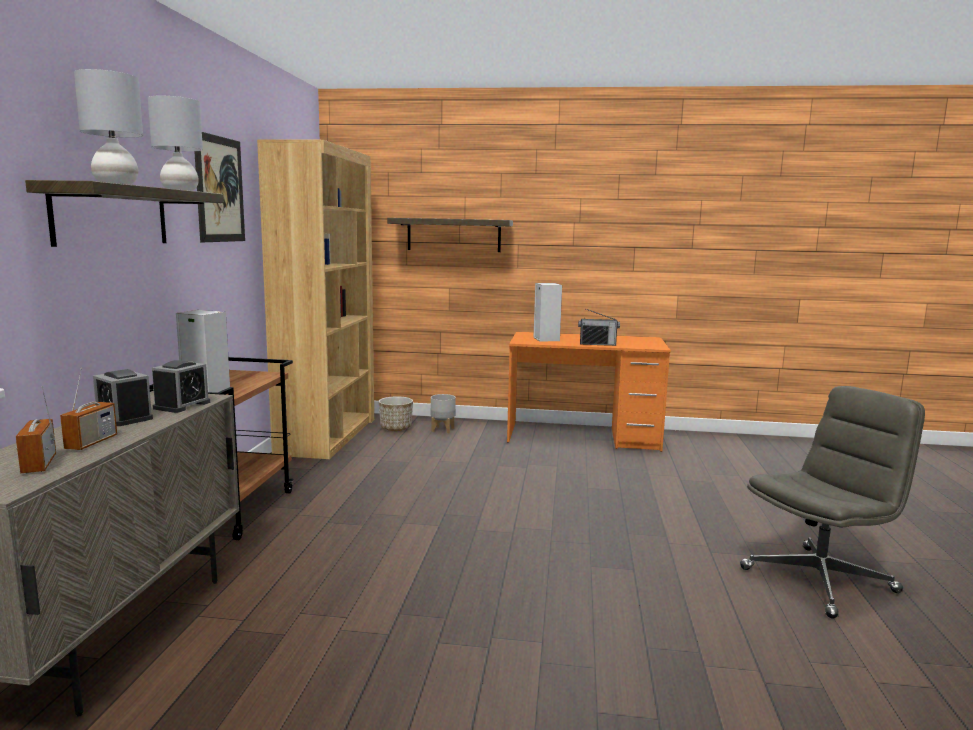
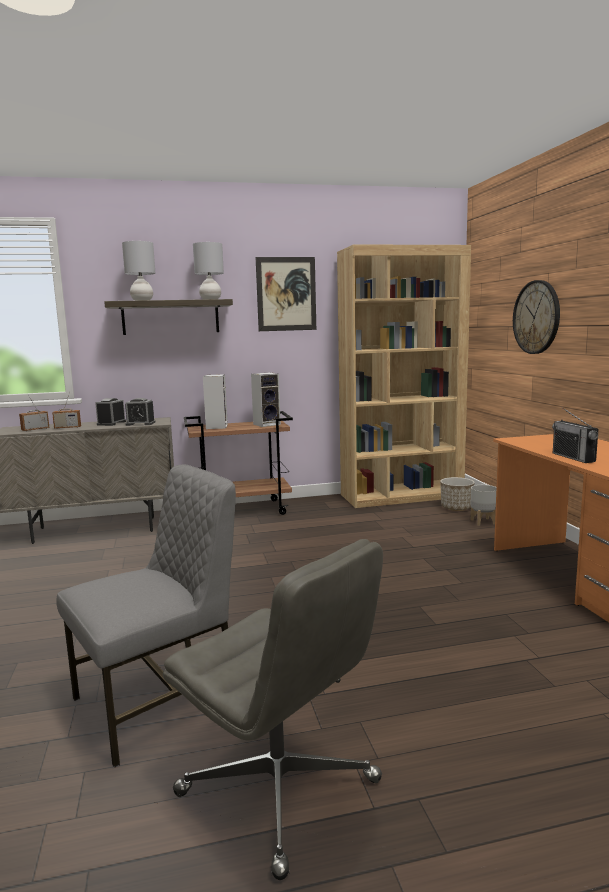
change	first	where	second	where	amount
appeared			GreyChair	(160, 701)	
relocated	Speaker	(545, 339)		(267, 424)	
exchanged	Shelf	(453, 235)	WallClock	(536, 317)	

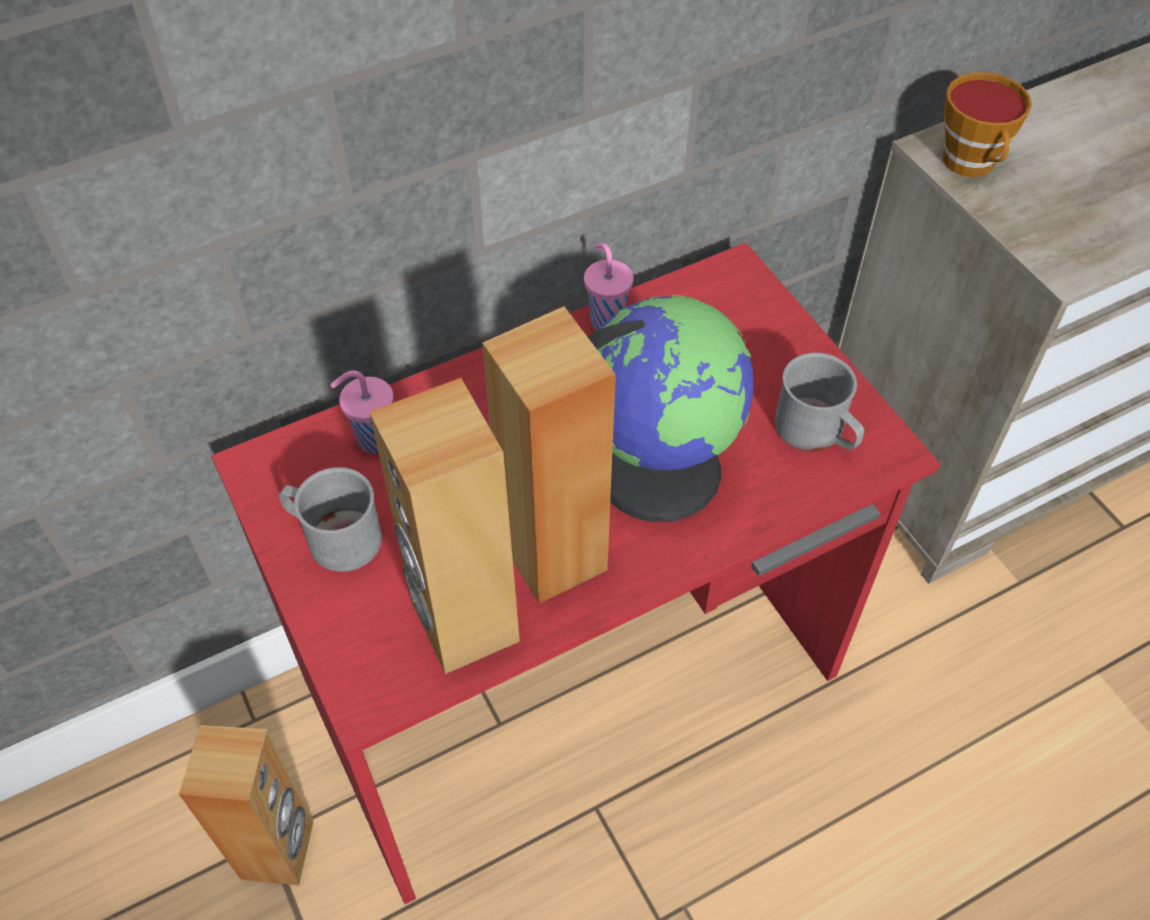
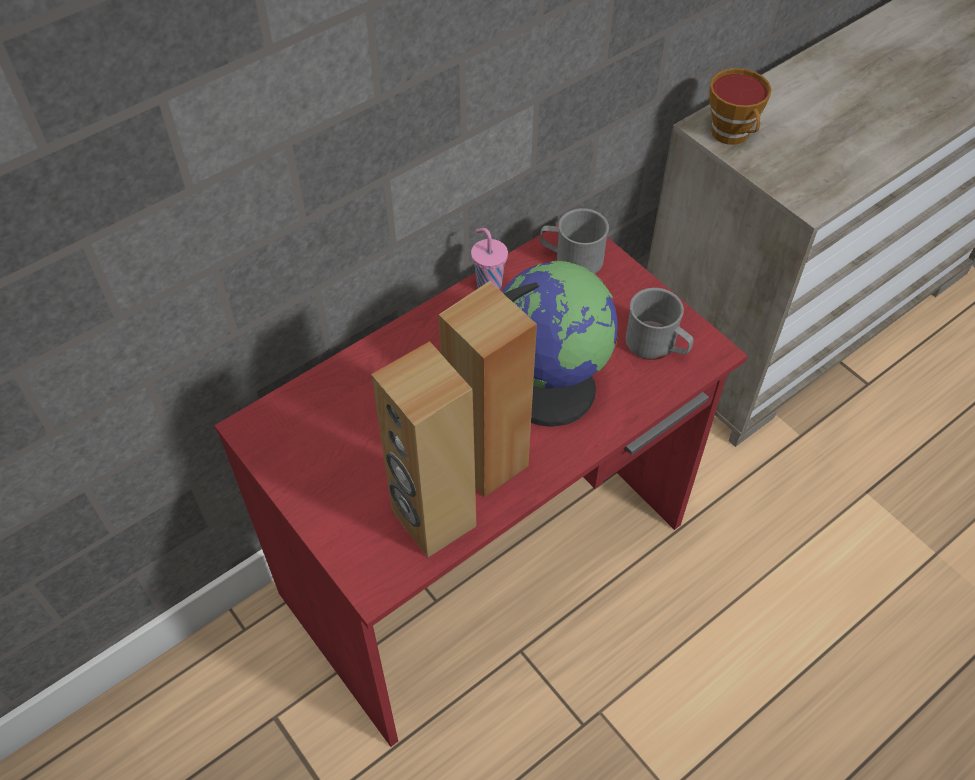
change	first	where	second	where	amount
relocated	GreyMug	(334, 536)		(571, 258)	
missing	BrownSpeaker	(279, 850)			
missing	PinkCup	(373, 440)			

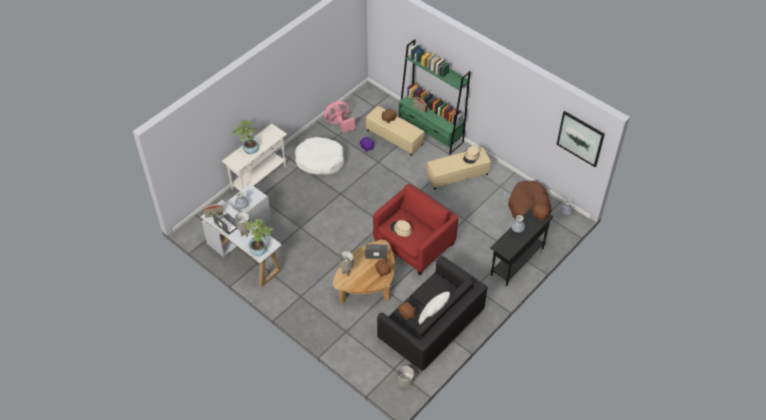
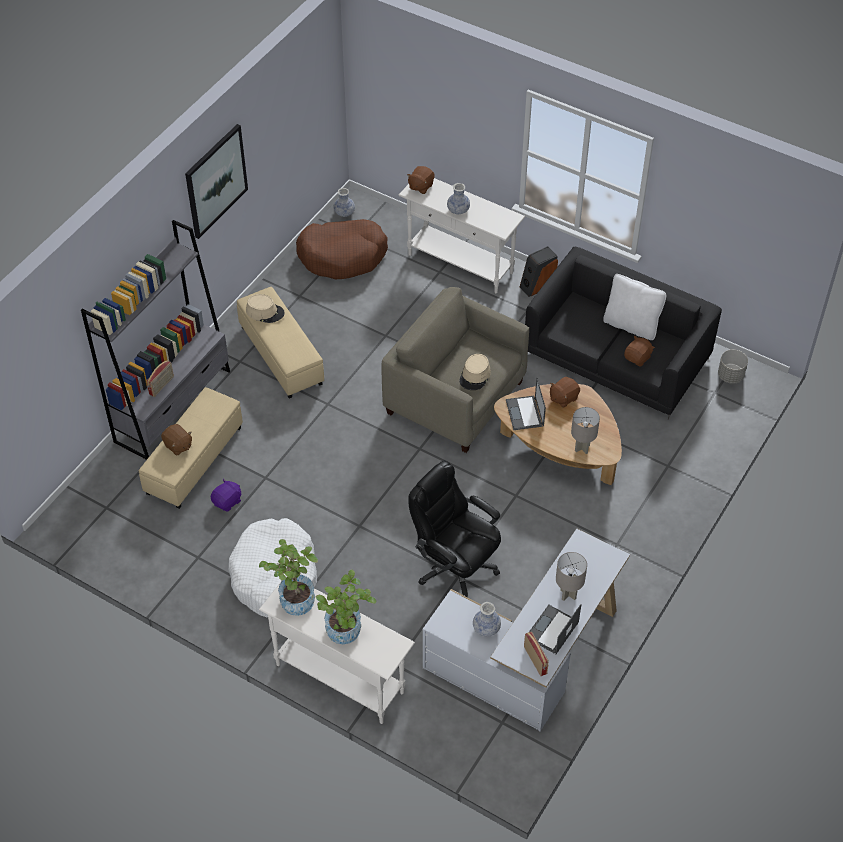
change	first	where	second	where	amount
colour	GreenBookcase	(430, 132)	GreyBookcase	(173, 406)	
relocated	Picture	(580, 138)		(216, 181)	
relocated	PottedPlant	(261, 249)		(294, 597)	
colour	RedArmchair	(414, 244)	BeigeArmchair	(455, 398)	
colour	BlackConsoleTable	(516, 261)	WhiteConsoleTable	(460, 264)	
appeared			BlackOfficeChair	(455, 566)	
appeared			Speaker	(537, 285)	
missing	PinkFan	(339, 123)			

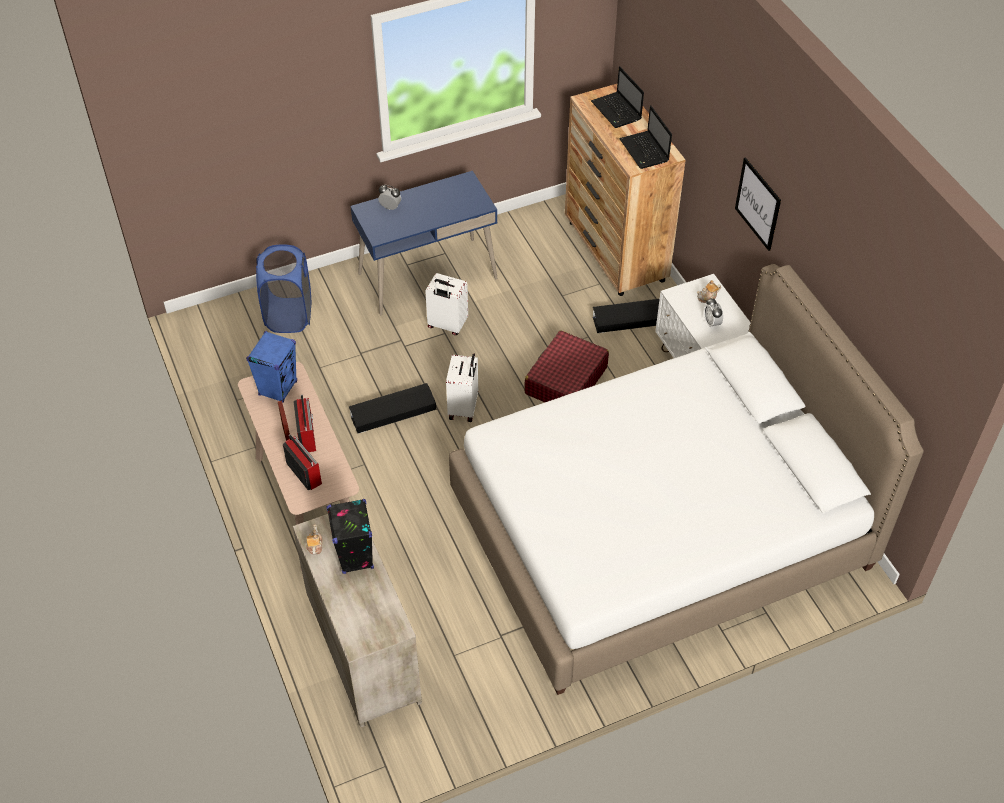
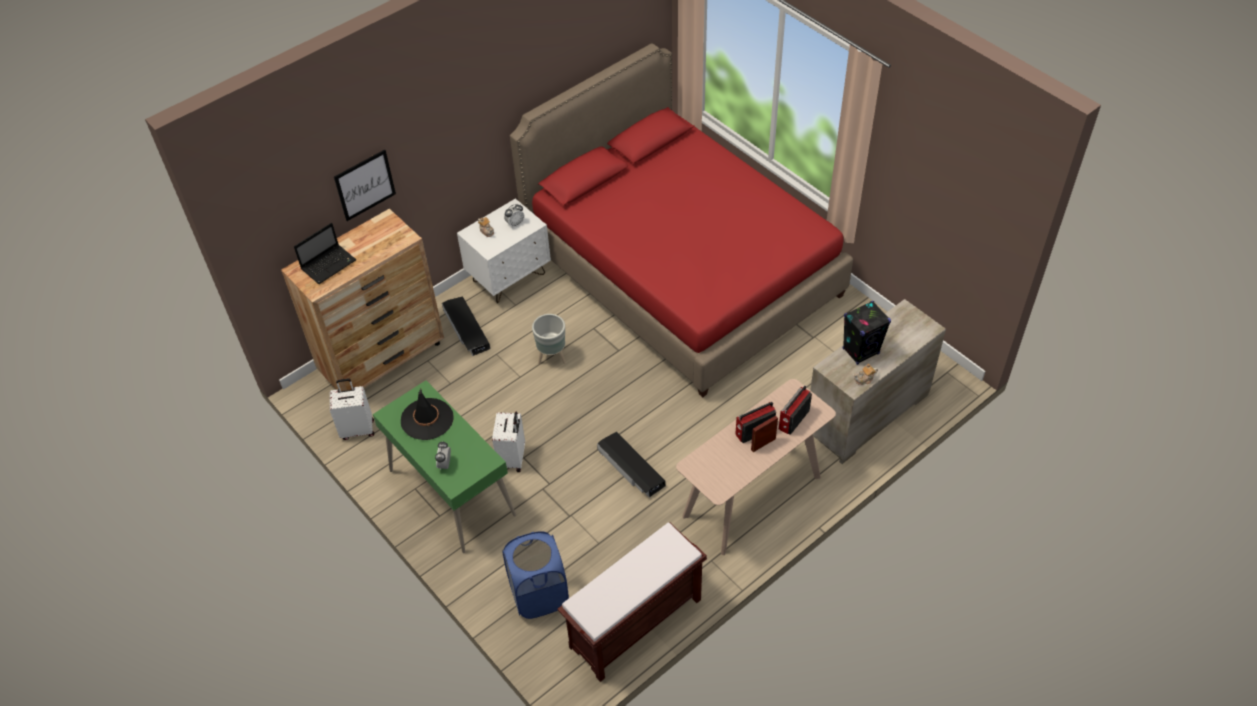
change	first	where	second	where	amount
relocated	WhiteSuitcase	(464, 408)		(357, 429)	
relocated	Picture	(758, 204)		(365, 185)	
colour	BlueDesk	(427, 276)	GreenDesk	(451, 493)	
appeared			BlackHat	(427, 419)	
colour	WhiteBed	(659, 531)	RedBed	(681, 270)	
exchanged	RedSuitcase	(565, 381)	GreyPlanter	(552, 357)	
appeared			BrownBench	(635, 624)	
missing	BlueSpeaker	(278, 388)			
missing	Laptop	(645, 151)			

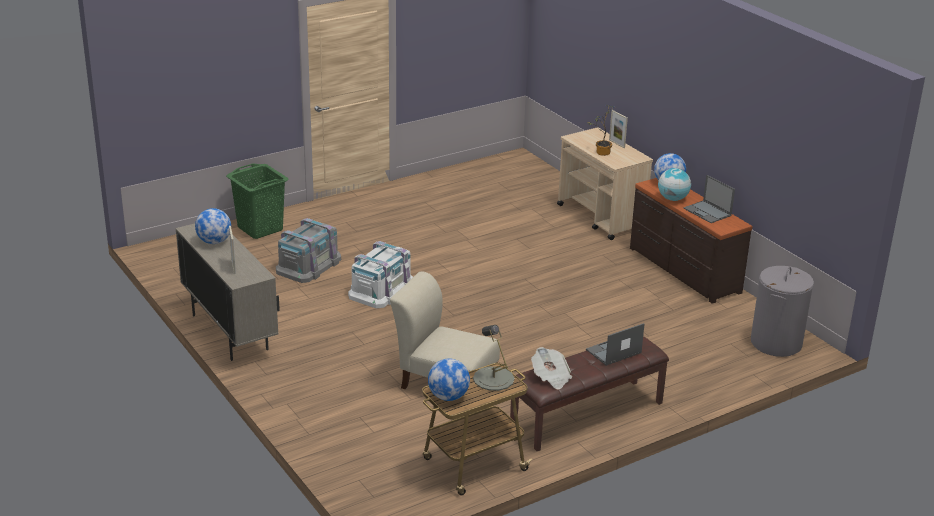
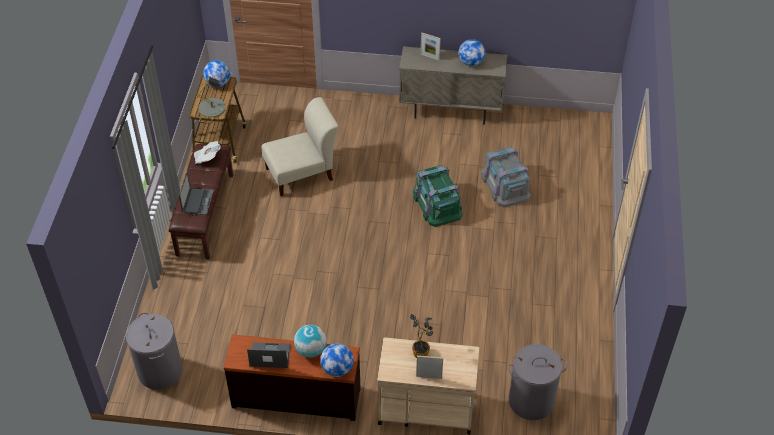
change	first	where	second	where	amount
colour	WhiteStorageBox	(381, 289)	GreenStorageBox	(437, 204)	
appeared			GreyLaundryBasket	(531, 401)	
missing	GreenLaundryBasket	(260, 228)			

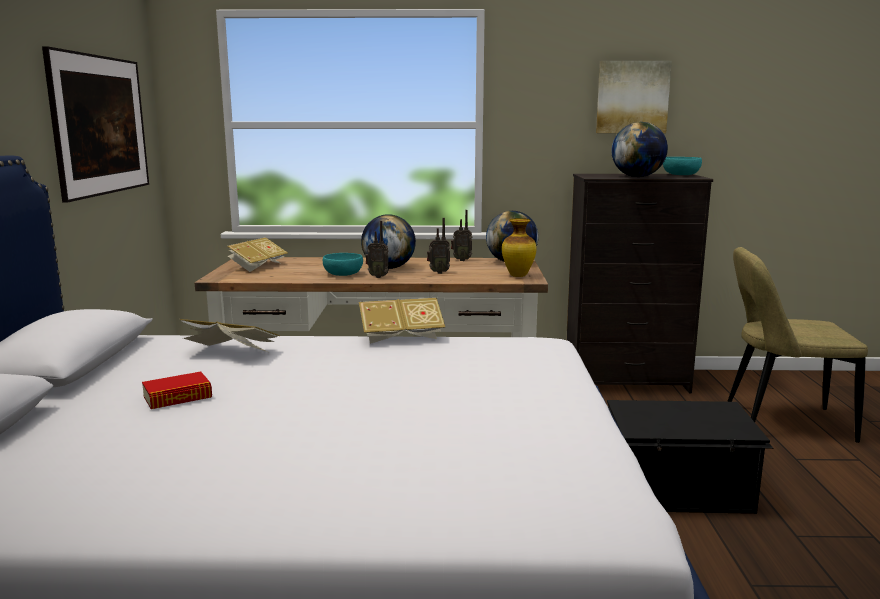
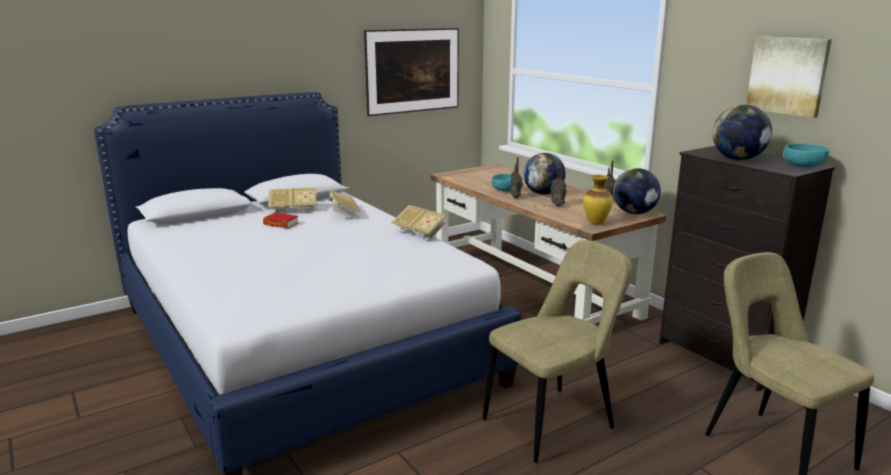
change	first	where	second	where	amount
relocated	Book	(258, 266)		(293, 210)	
exchanged	BlackStorageBox	(678, 492)	BeigeChair	(553, 422)	

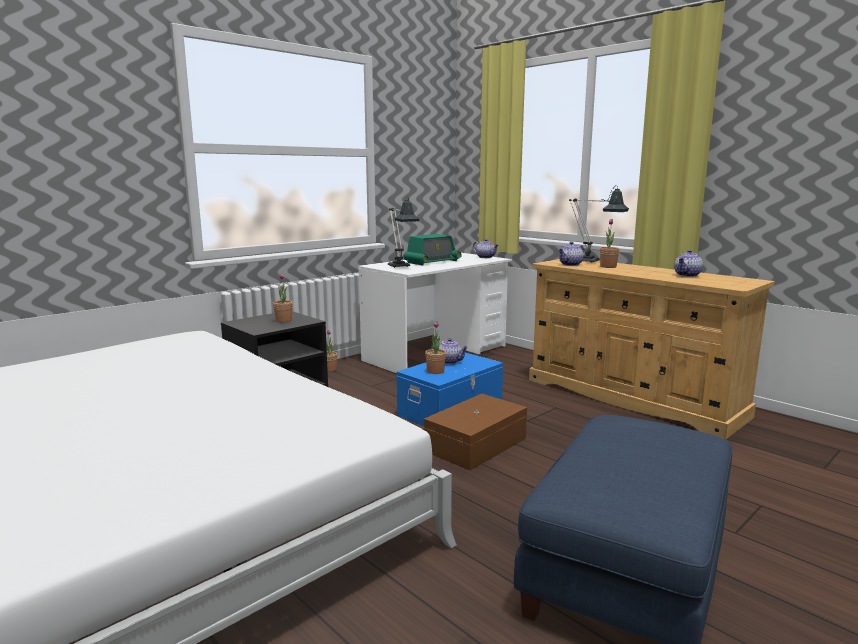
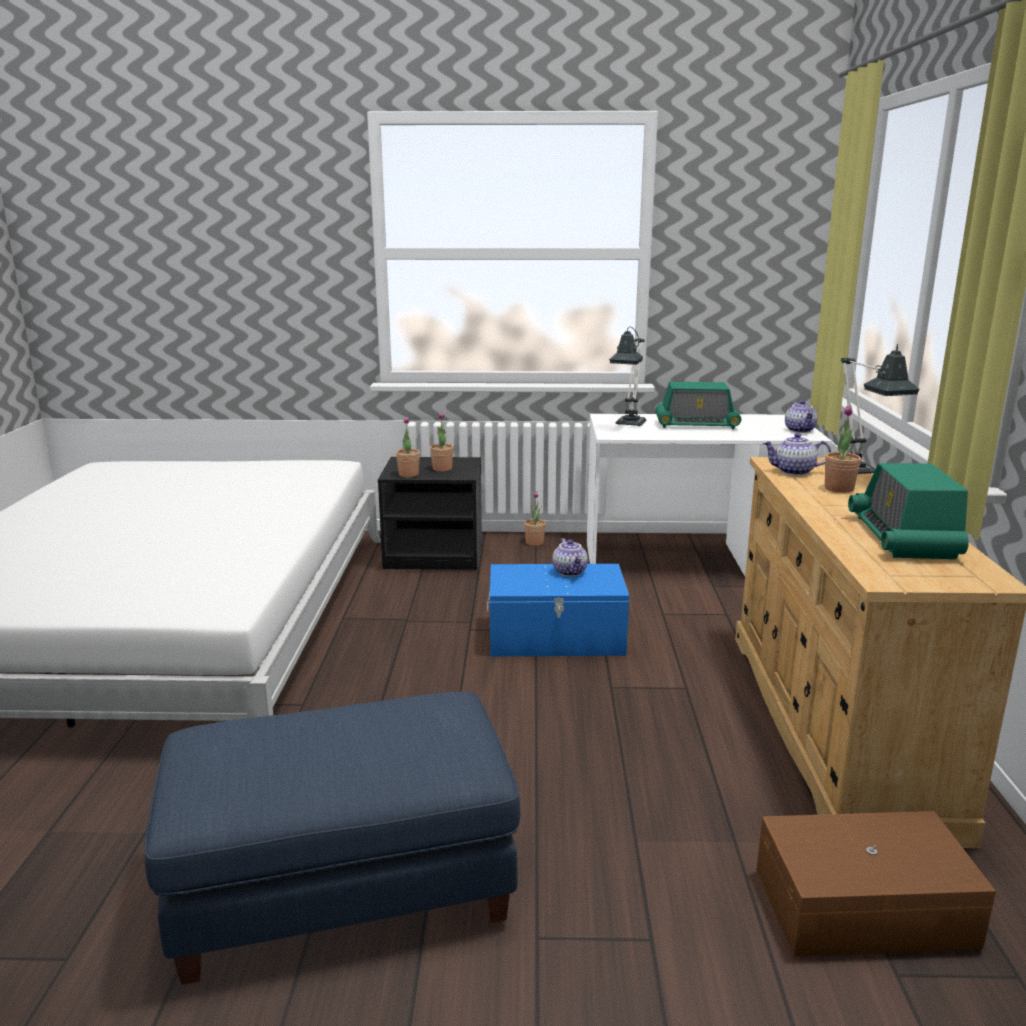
change	first	where	second	where	amount
relocated	PottedPlant	(435, 371)		(408, 474)	
relocated	BrownStorageBox	(477, 445)		(866, 910)	
exchanged	Teapot	(688, 275)	Radio	(903, 537)	

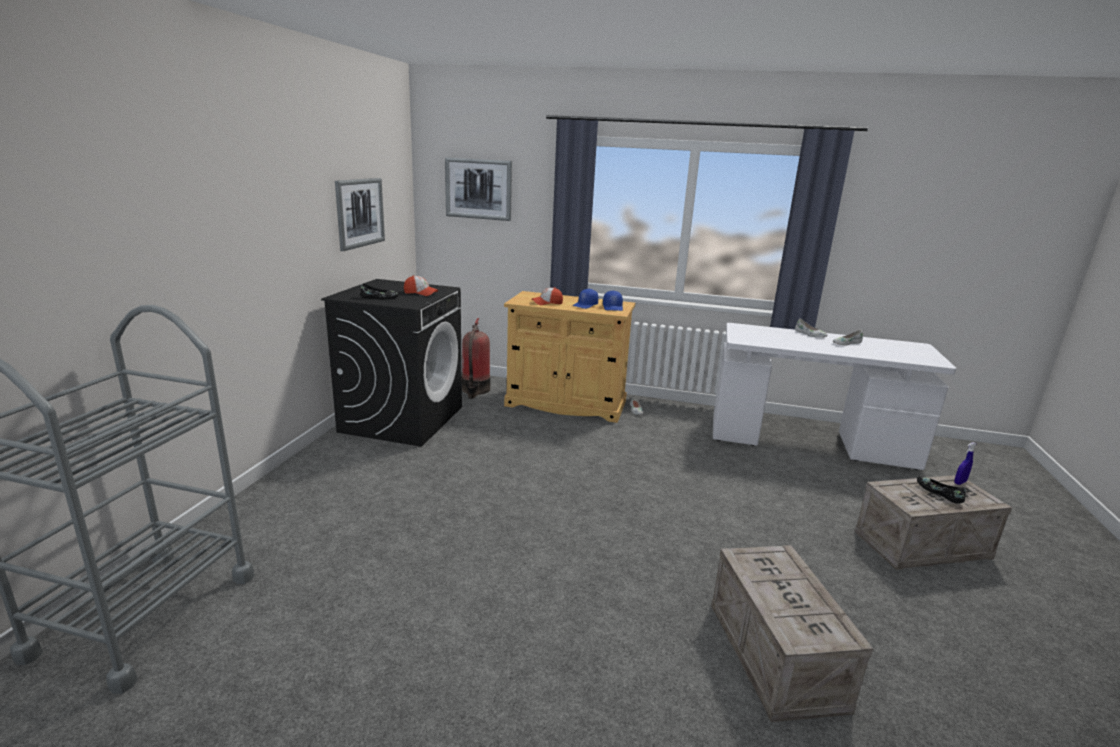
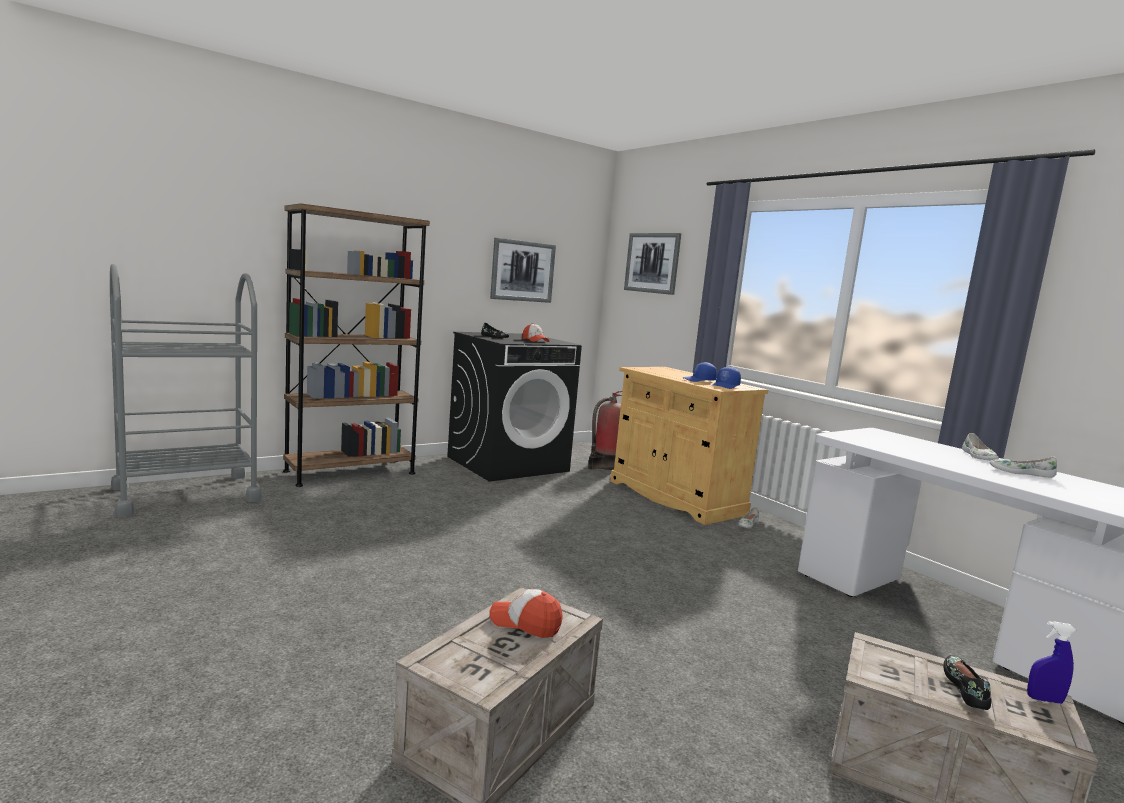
change	first	where	second	where	amount
appeared			BrownBookcase	(350, 472)	
relocated	Cap	(547, 303)		(525, 623)	

